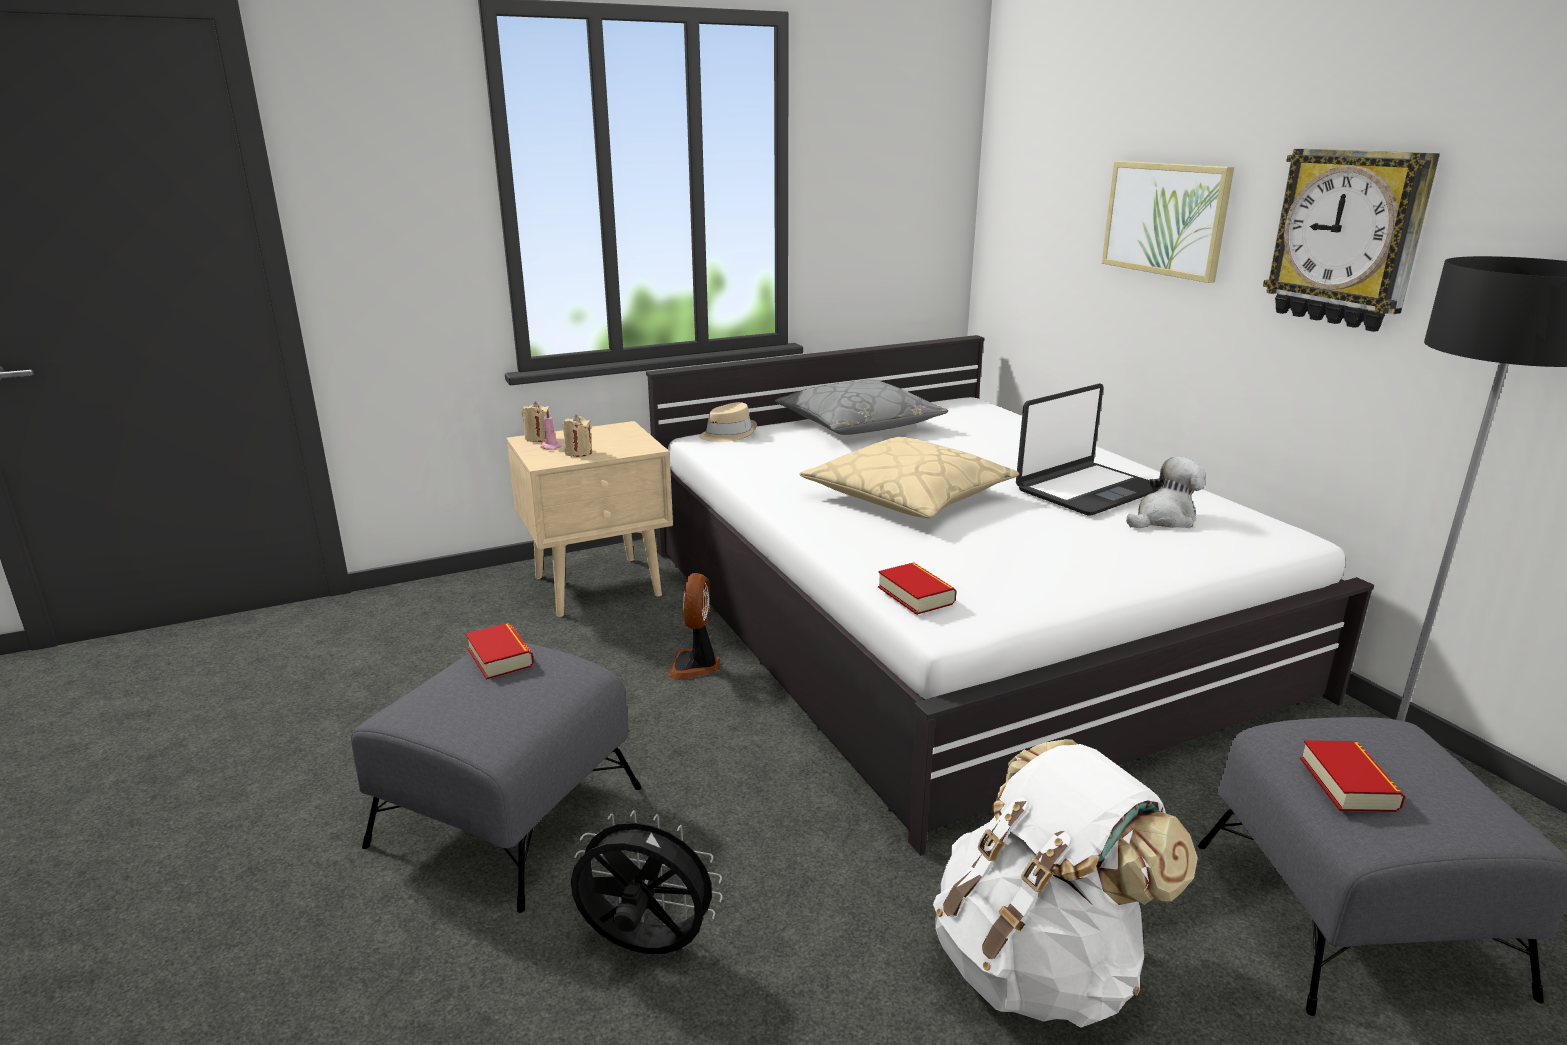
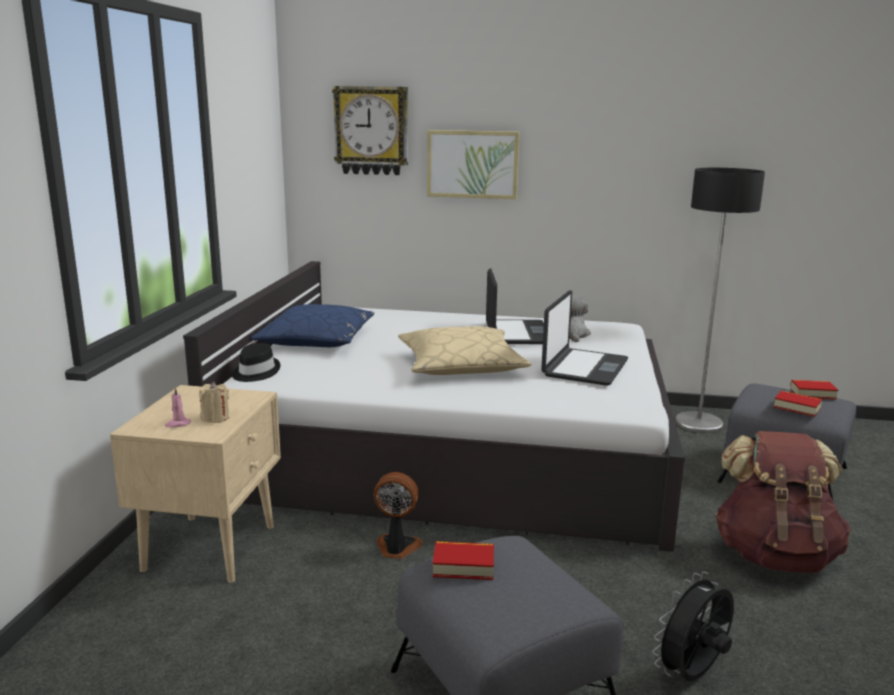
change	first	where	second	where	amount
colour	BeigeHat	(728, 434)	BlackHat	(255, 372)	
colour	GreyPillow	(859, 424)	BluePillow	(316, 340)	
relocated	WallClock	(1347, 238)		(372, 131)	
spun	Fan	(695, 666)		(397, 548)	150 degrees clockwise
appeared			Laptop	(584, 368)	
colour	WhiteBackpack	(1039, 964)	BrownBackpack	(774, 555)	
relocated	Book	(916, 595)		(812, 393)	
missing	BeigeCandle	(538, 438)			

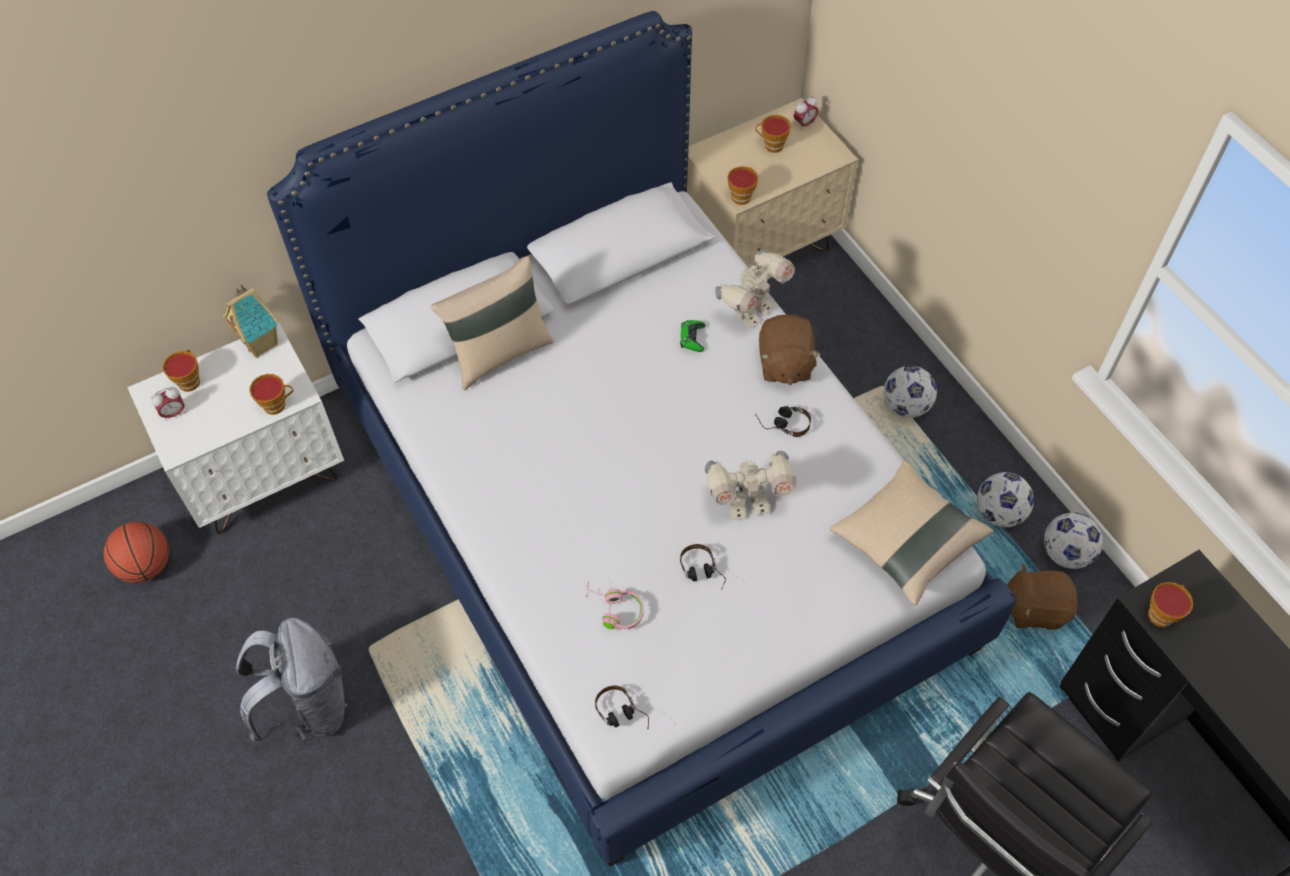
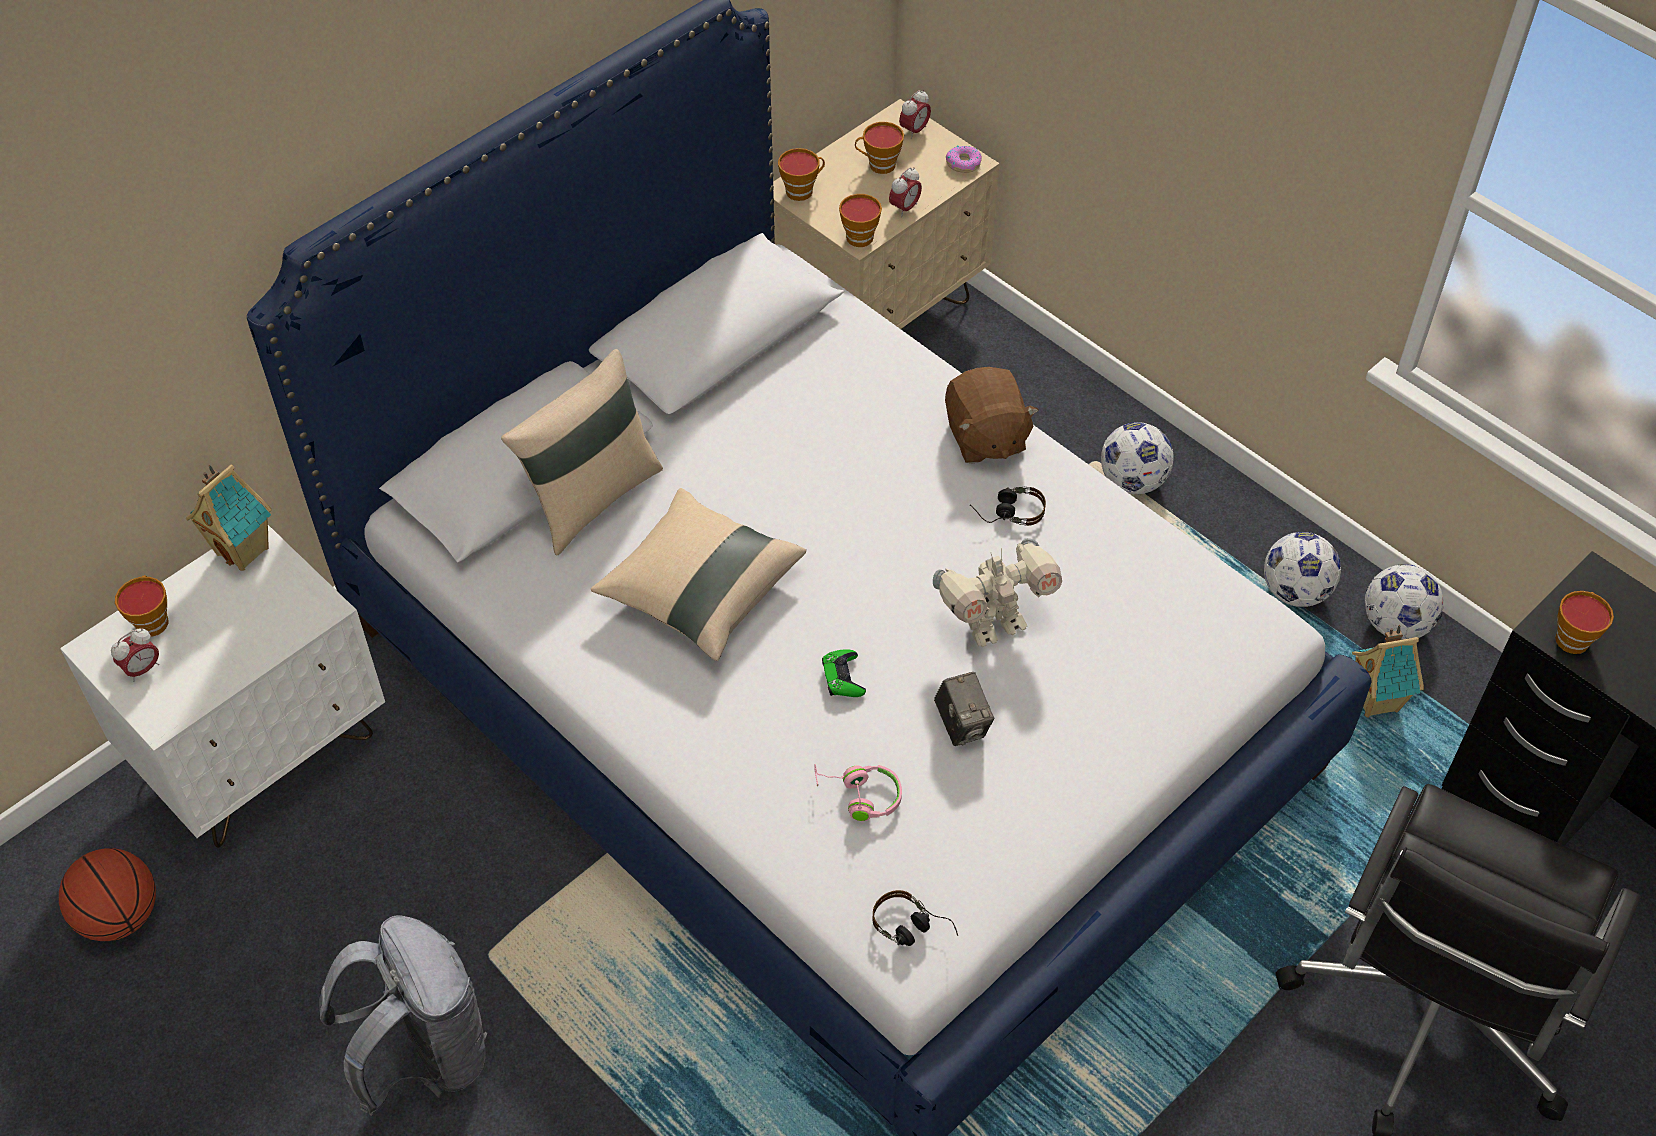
change	first	where	second	where	amount
relocated	BeigePillow	(906, 542)		(700, 591)	
relocated	Cup	(277, 404)		(802, 190)	
relocated	GreenGameController	(692, 338)		(843, 677)	
appeared			AlarmClock	(904, 208)	
exchanged	Headphones	(702, 574)	PhotoCamera	(962, 725)	
appeared			Donut	(963, 163)	
exchanged	BrownPlushToy	(1034, 608)	ToyHouse	(1377, 702)	
missing	ToyRobot	(752, 311)			

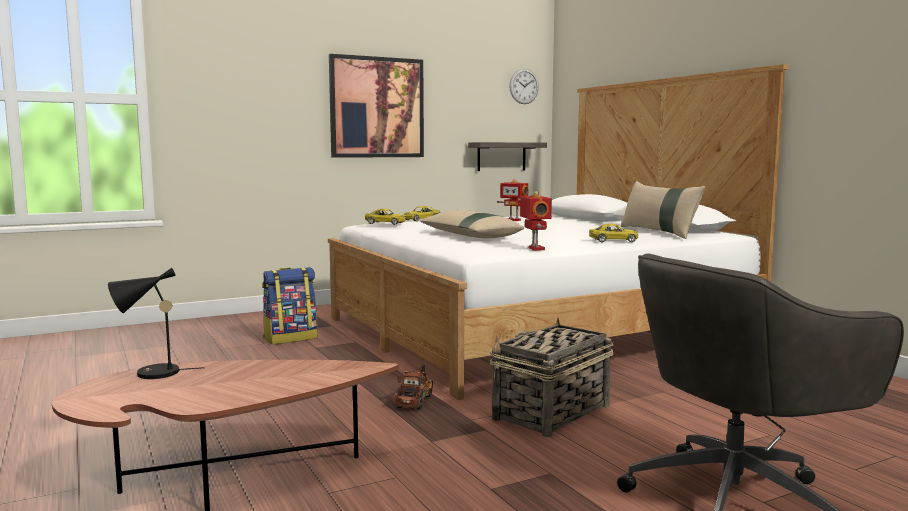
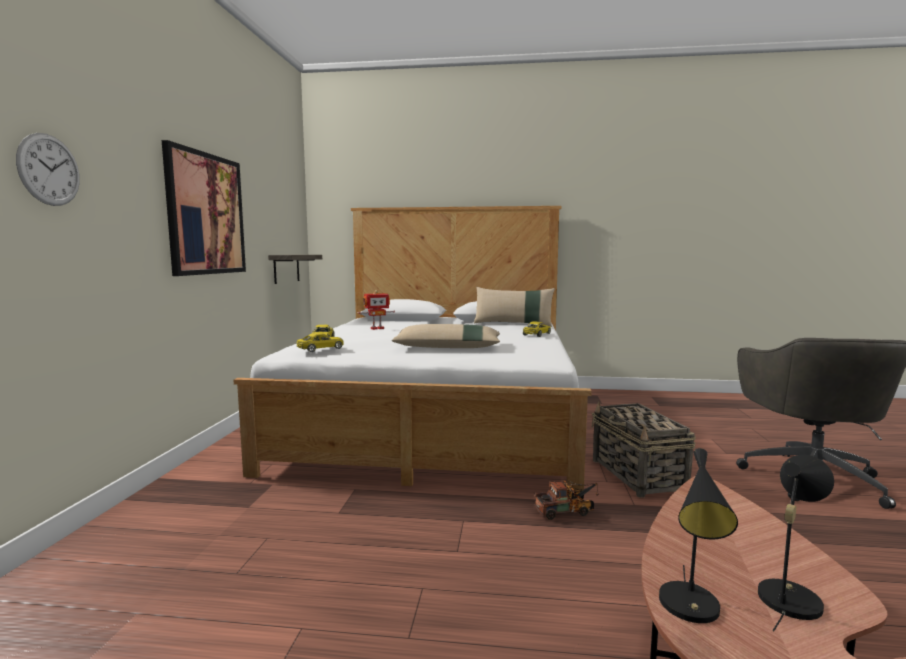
change	first	where	second	where	amount
relocated	WallClock	(524, 86)		(49, 170)	
spun	ToyTruck	(416, 400)		(567, 511)	120 degrees clockwise
appeared			BlackTableLamp	(789, 595)	
missing	Backpack	(290, 338)			
missing	ToyRobot	(535, 249)			

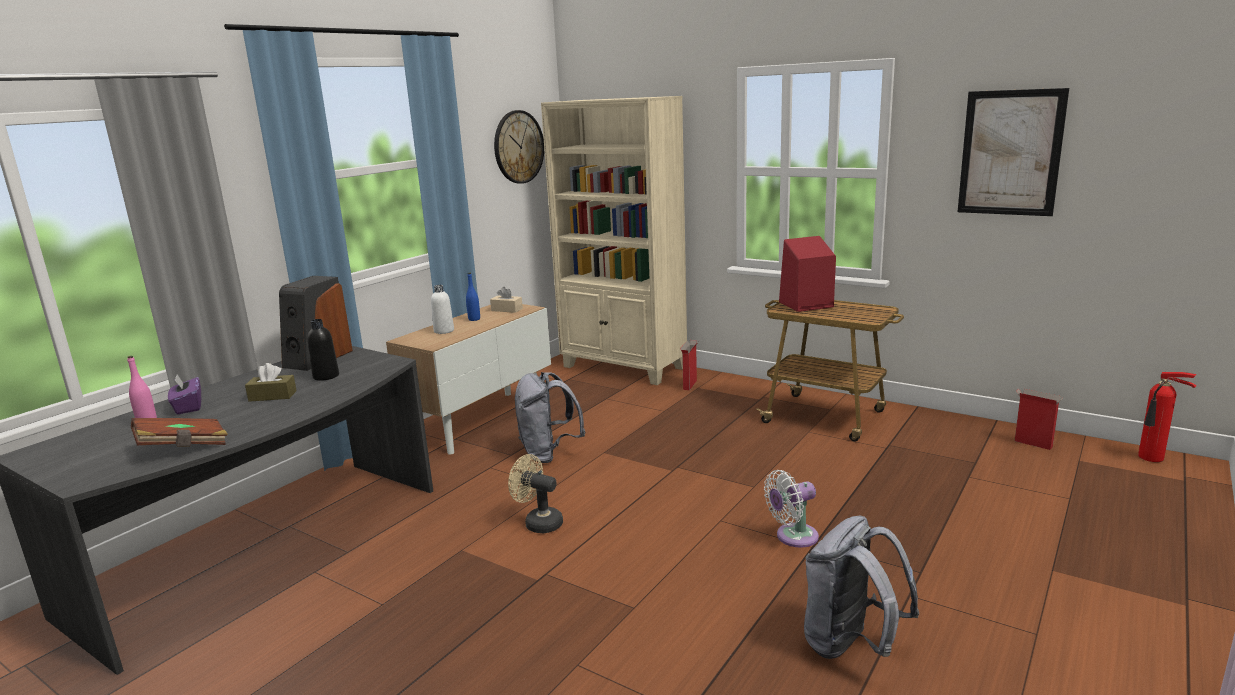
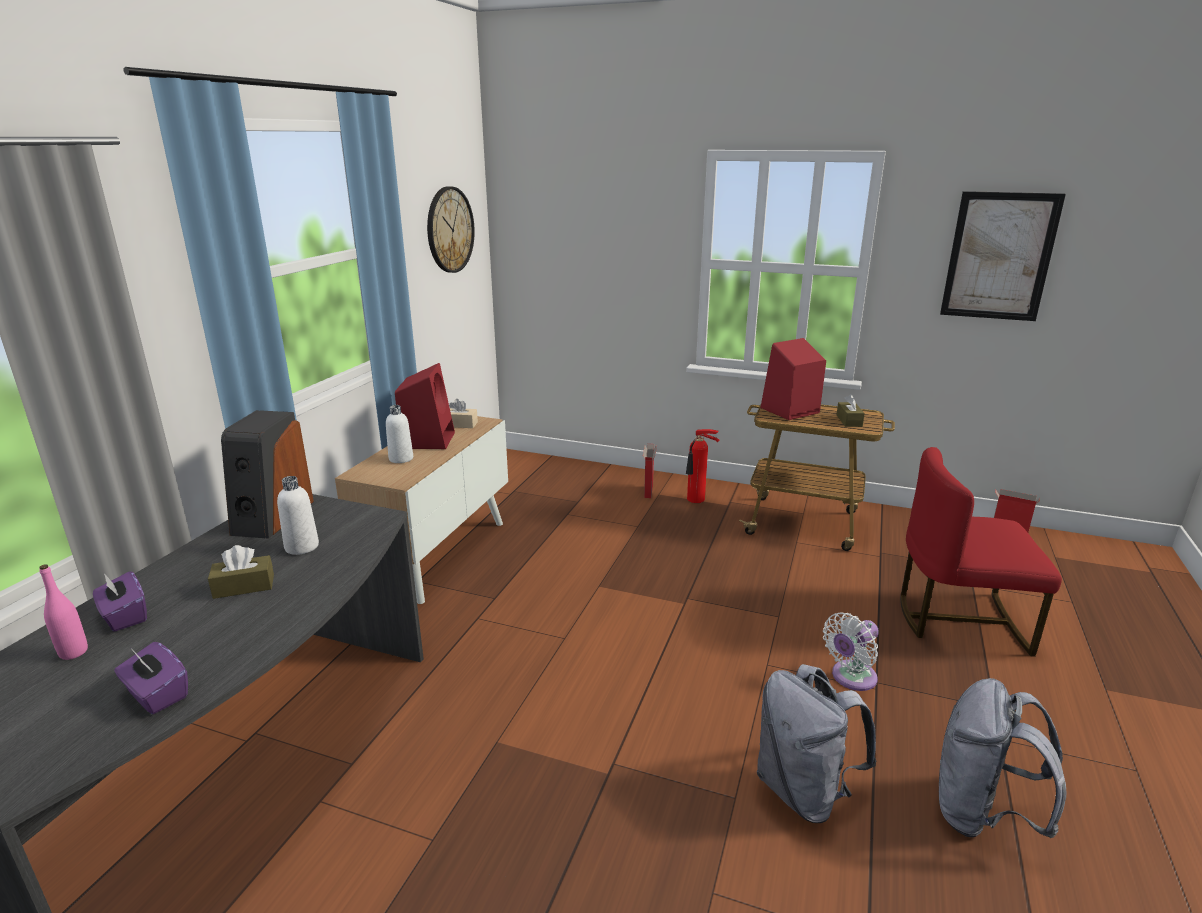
change	first	where	second	where	amount
exchanged	BrownBook	(183, 447)	PurpleTissueBox	(157, 695)	
colour	BlackBottle	(326, 376)	WhiteBottle	(302, 547)	
exchanged	BlueBottle	(474, 319)	RedSpeaker	(428, 440)	
relocated	FireExtinguisher	(1152, 458)		(696, 500)	
relocated	GreyBackpack	(548, 454)		(803, 791)	
appeared			BrownTissueBox	(849, 421)	
appeared			RedChair	(959, 619)	
missing	BeigeFan	(538, 522)			
missing	BeigeBookcase	(624, 367)			

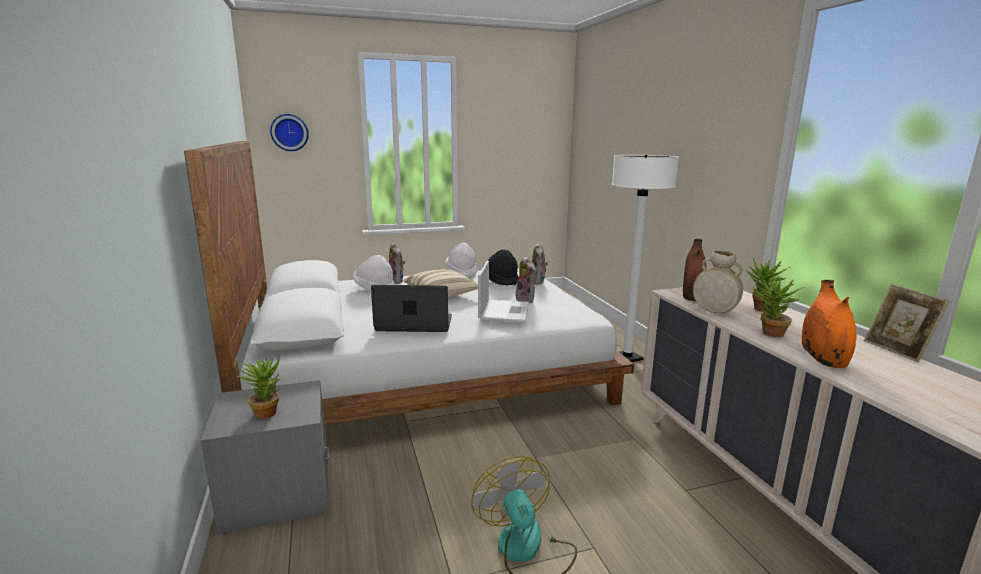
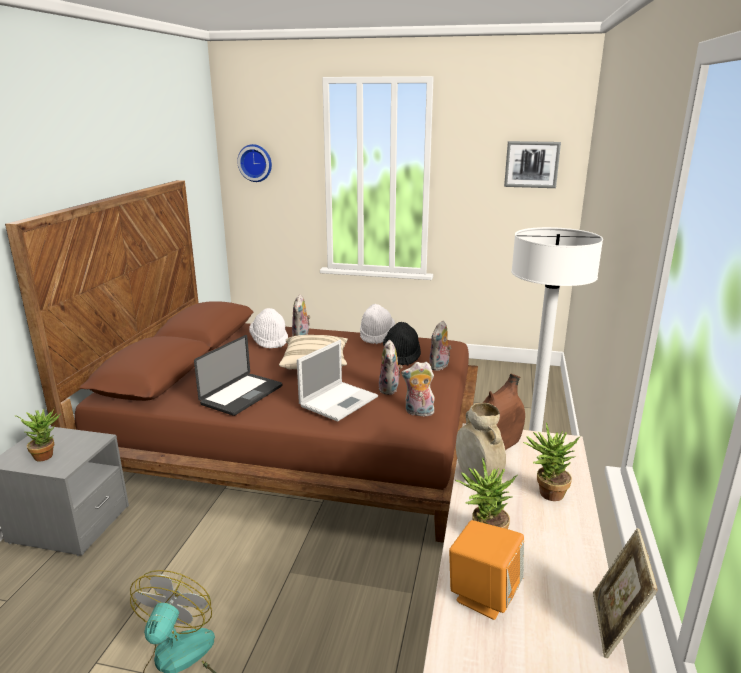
change	first	where	second	where	amount
colour	WhiteBed	(426, 372)	BrownBed	(296, 439)	
spun	Laptop	(414, 324)		(242, 395)	90 degrees clockwise
appeared			PlushToy	(418, 413)	
exchanged	OrangeVase	(822, 357)	OrangeSpeaker	(483, 595)	
appeared			Picture	(531, 164)	

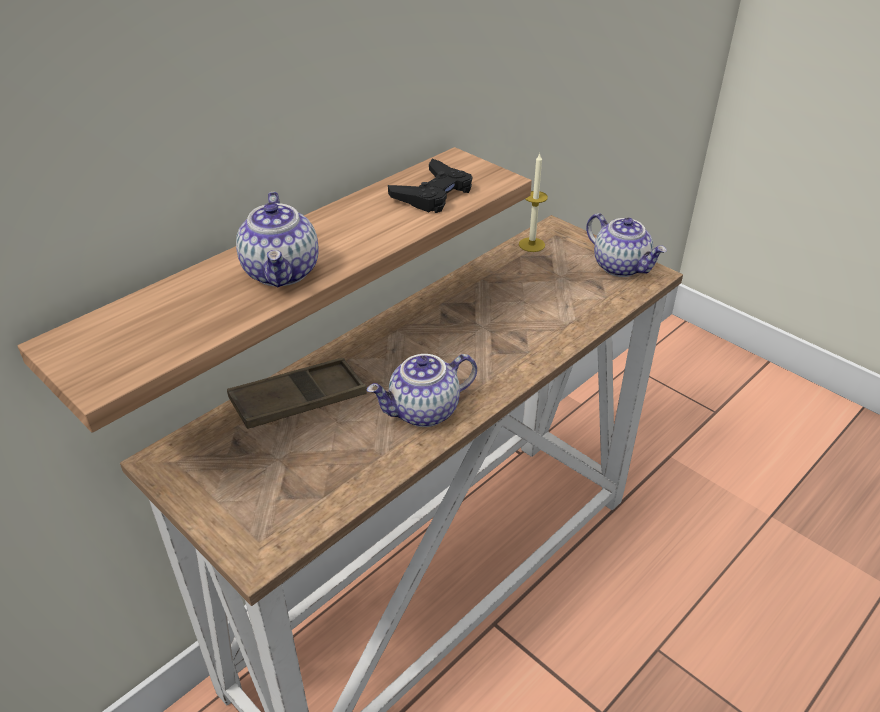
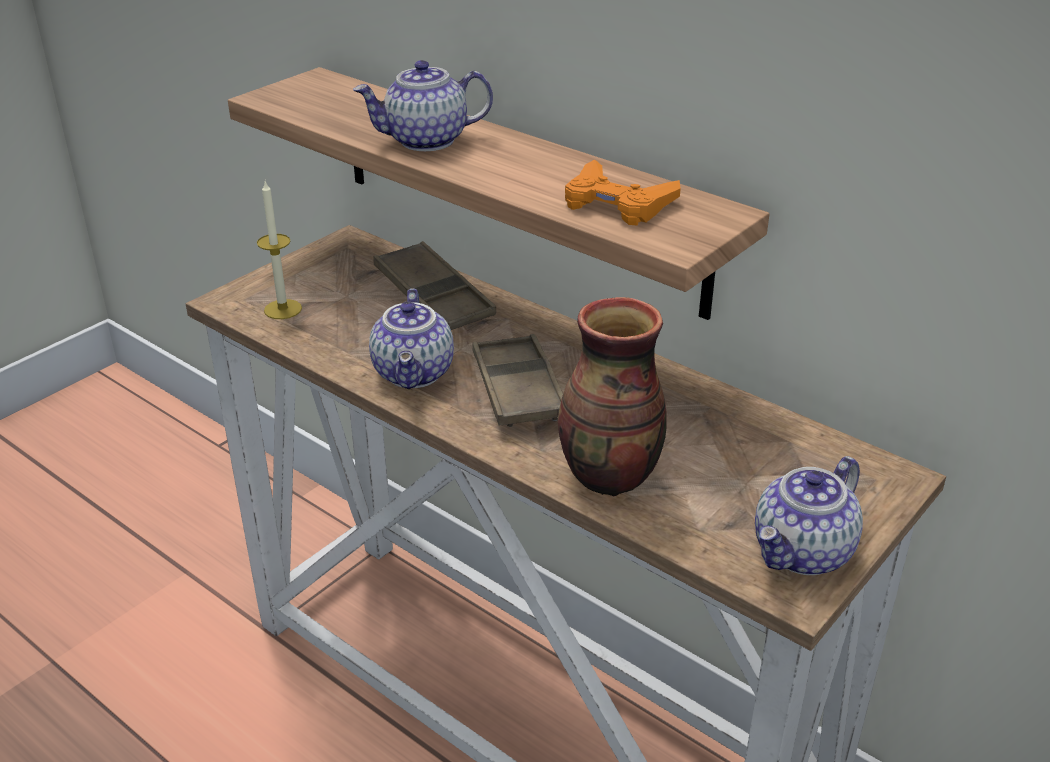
change	first	where	second	where	amount
relocated	Candle	(531, 245)		(283, 309)	
spun	Teapot	(424, 412)		(415, 374)	150 degrees counterclockwise
appeared			BrownTray	(518, 389)	
appeared			Vase	(609, 477)	
colour	BlackGameController	(433, 194)	OrangeGameController	(617, 203)	

